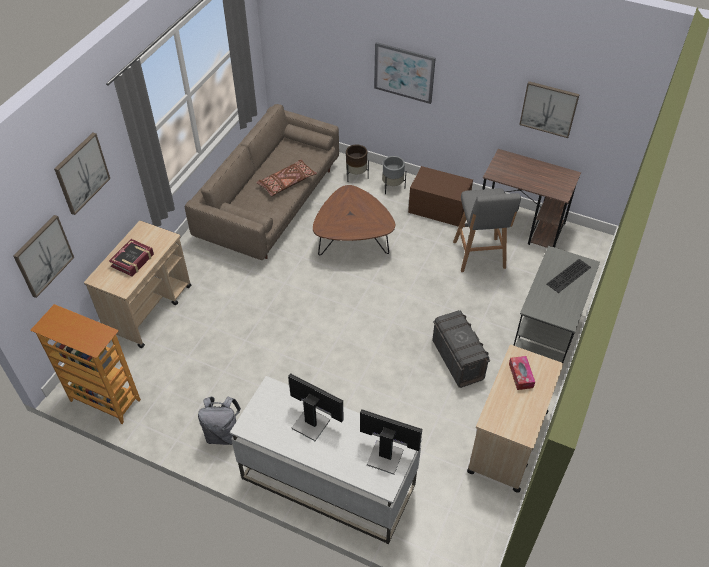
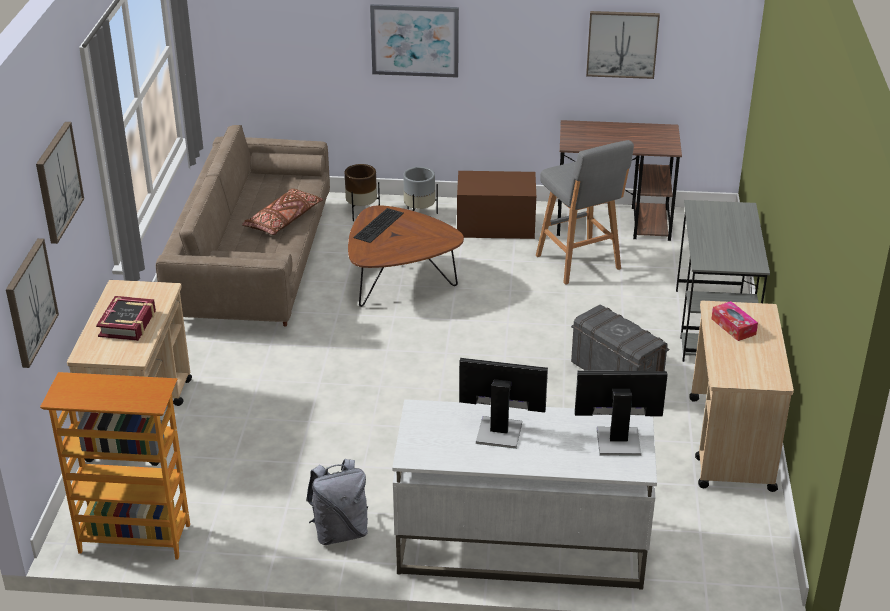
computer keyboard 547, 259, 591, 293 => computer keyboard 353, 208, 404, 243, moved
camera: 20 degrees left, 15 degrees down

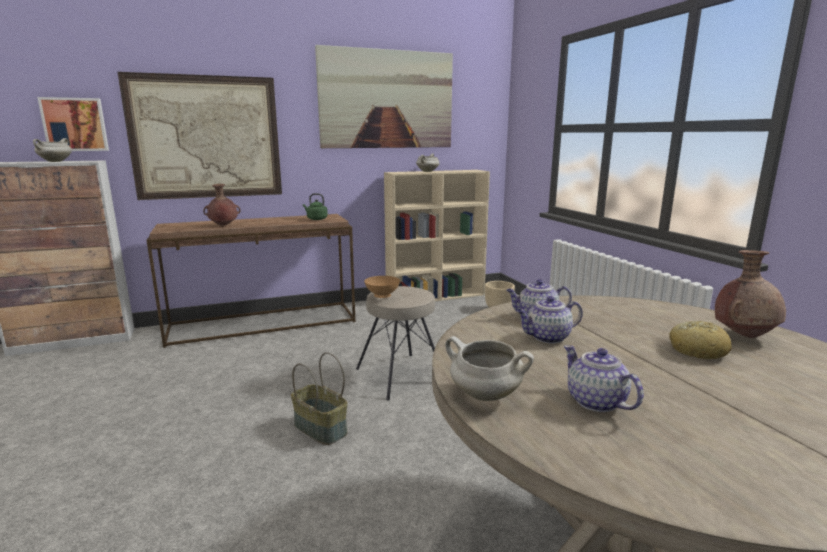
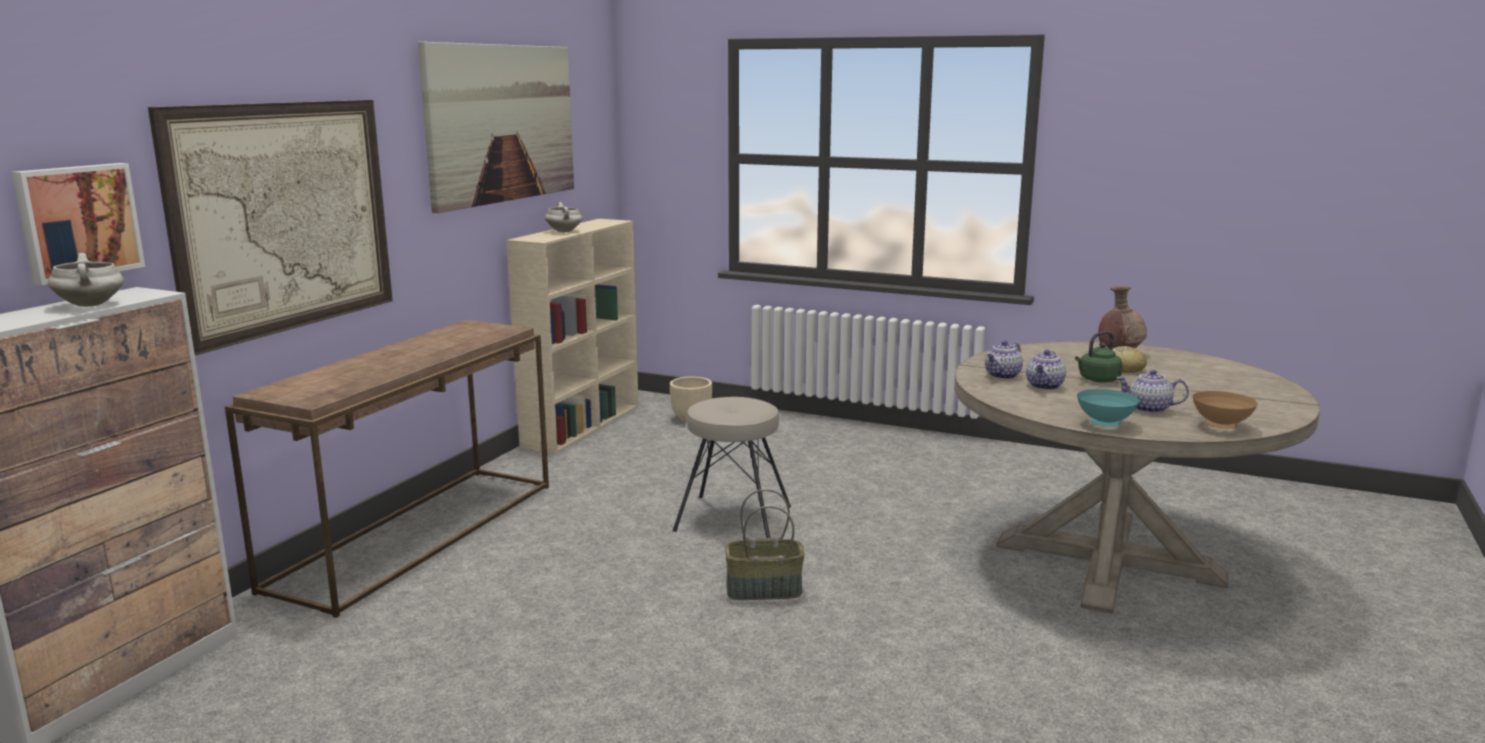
brownish vase 203, 184, 240, 226 => nothing
green-coloured tea kettle 303, 193, 328, 220 => green-coloured tea kettle 1075, 331, 1122, 383, moved
brownish serving bowl 364, 276, 400, 298 => brownish serving bowl 1193, 391, 1258, 429, moved
whitish saucepot 445, 336, 534, 401 => turquoise serving bowl 1077, 389, 1140, 427
camera: 45 degrees left, 0 degrees up

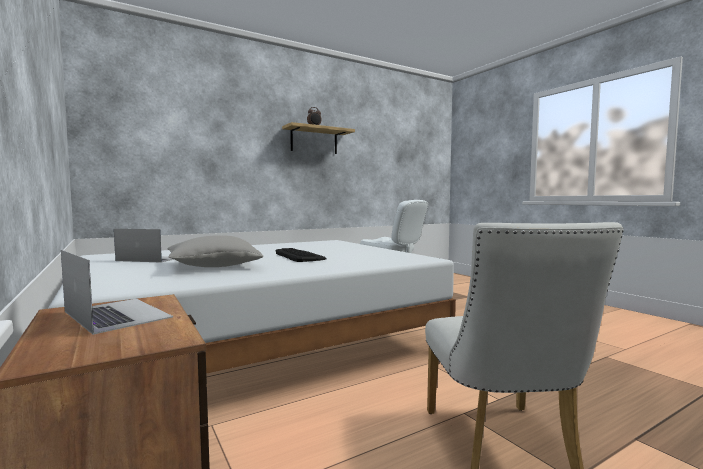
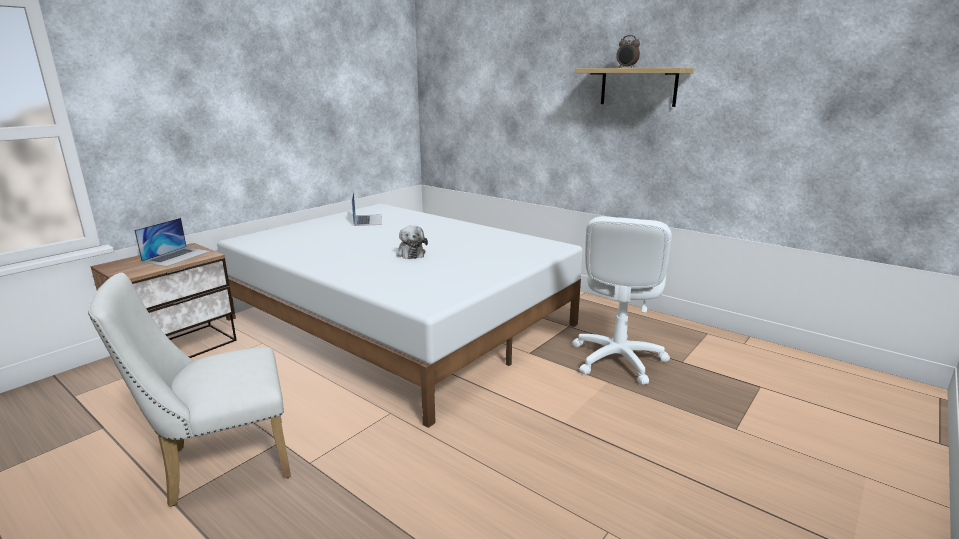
greyish throw pillow 168, 235, 263, 267 => nothing
computer keyboard 275, 248, 326, 262 => plush toy 396, 225, 428, 259
camera: 70 degrees right, 15 degrees up

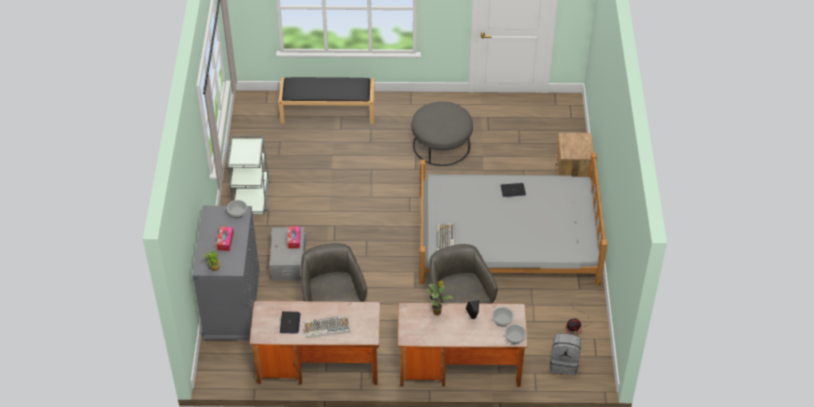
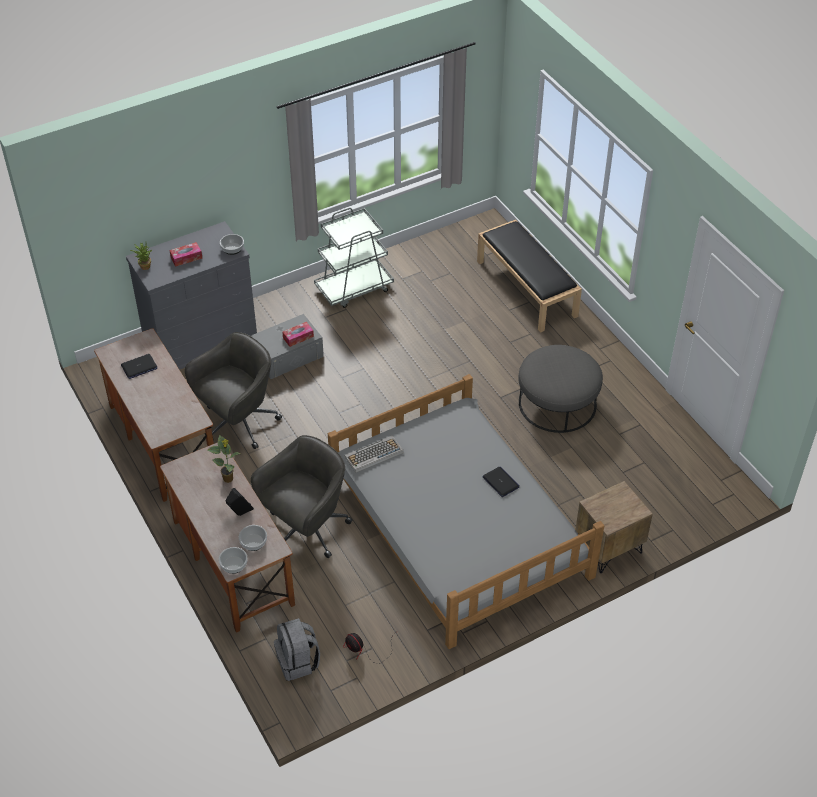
computer keyboard 304, 316, 351, 338 => nothing
camera: 60 degrees right, 0 degrees up

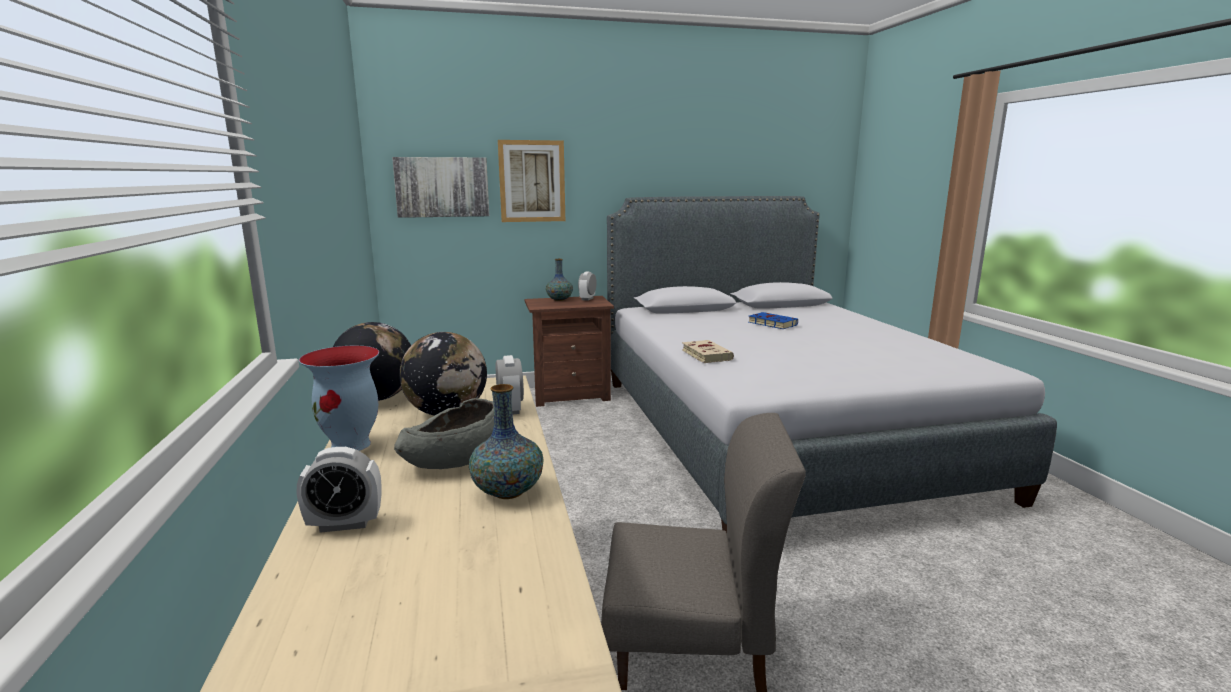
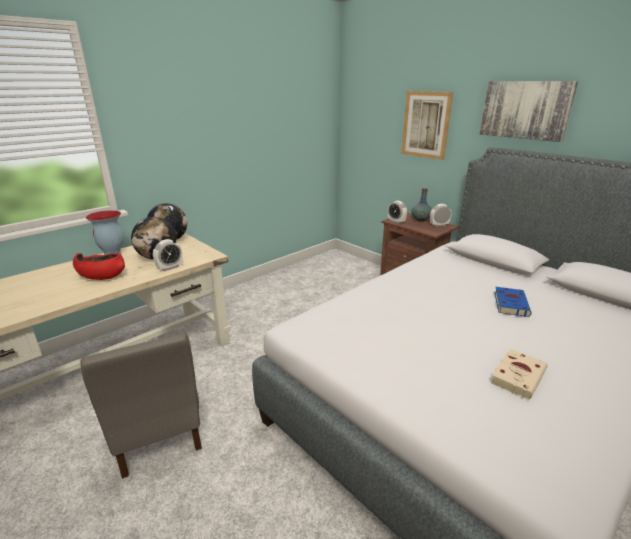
table clock 297, 447, 381, 533 => table clock 388, 201, 407, 224, moved
wall art 392, 157, 489, 218 => wall art 480, 81, 578, 142, moved
greyish serving bowl 394, 398, 494, 469 => red serving bowl 73, 253, 125, 280
vase 469, 384, 544, 499 => nothing
sand-coloured volume 682, 340, 734, 363 => sand-coloured volume 490, 349, 548, 400, moved
camera: 60 degrees right, 10 degrees up

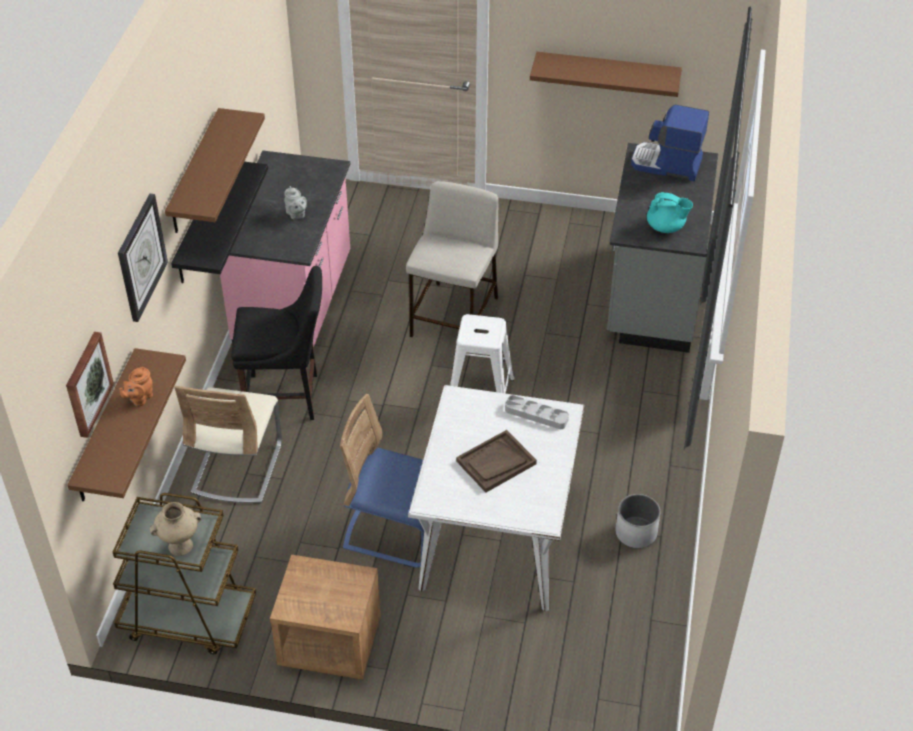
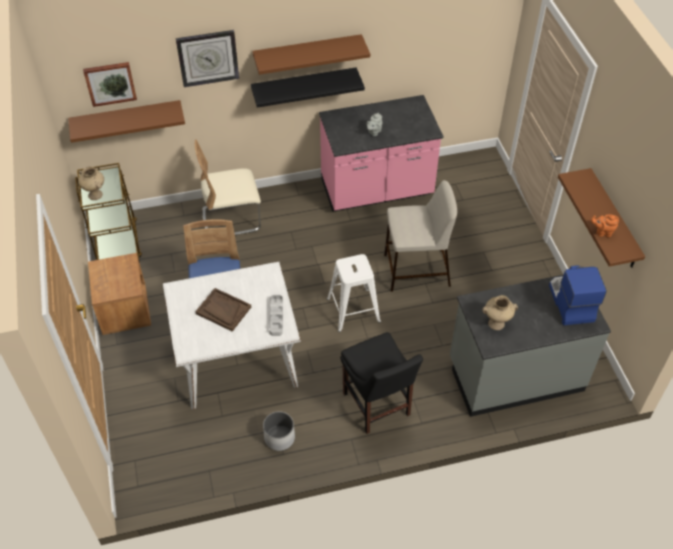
orange tea pot 119, 367, 153, 406 => orange tea pot 591, 214, 619, 237, moved
blackish plain chair 231, 266, 322, 420 => blackish plain chair 340, 332, 423, 434, moved
turquoise tea pot 647, 192, 693, 233 => sand-coloured vase 482, 295, 518, 330
camera: 65 degrees right, 5 degrees up

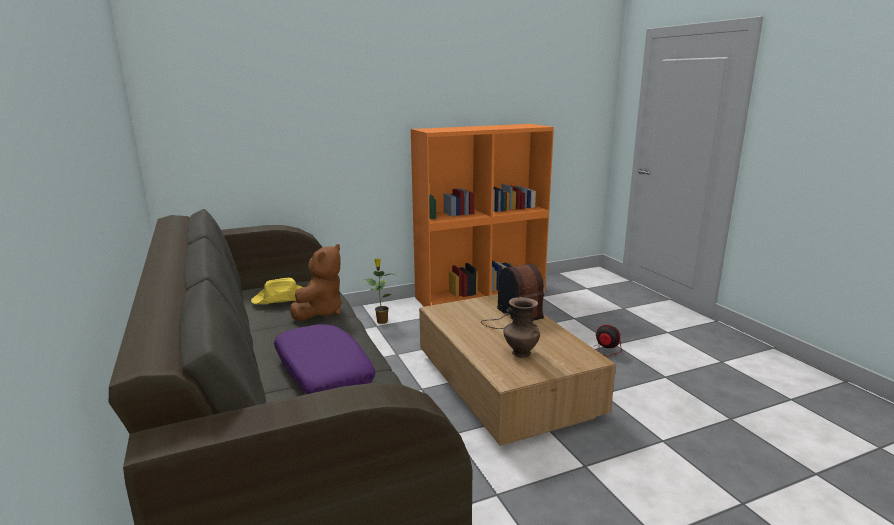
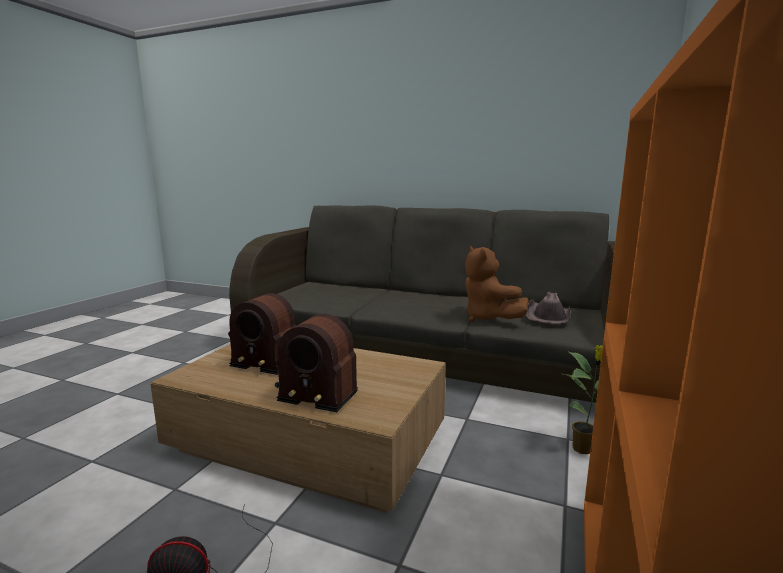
yellow-coloured clothing hat 251, 278, 303, 304 => brownish clothing hat 526, 292, 571, 324
purple throw pillow 274, 324, 375, 394 => nothing
brownish vase 503, 297, 540, 358 => radio receiver 228, 293, 296, 375
camera: 135 degrees right, 5 degrees down

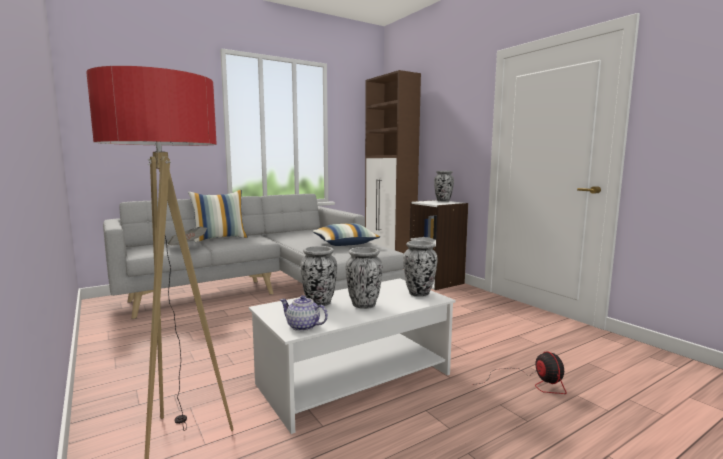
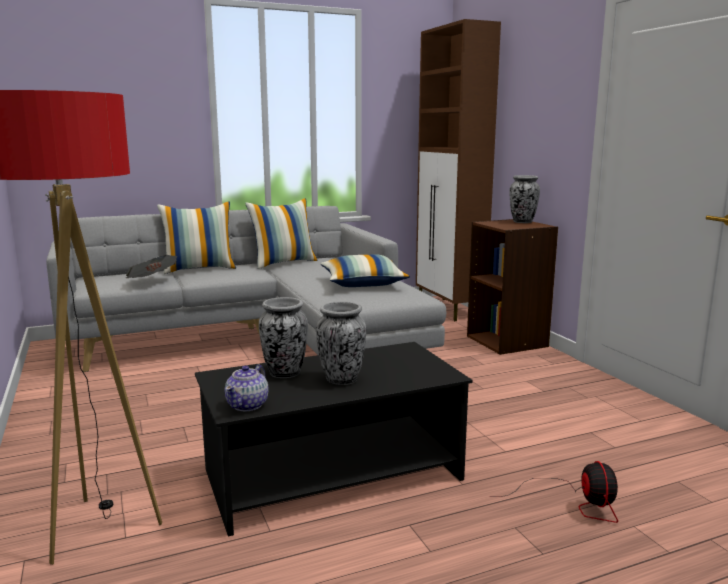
whitish lounge table 249, 278, 455, 434 => blackish lounge table 195, 342, 472, 537
tea pot 280, 295, 328, 331 => tea pot 224, 364, 269, 411, 105 degrees counterclockwise
vase 403, 240, 438, 297 => nothing
whitish bookcase 410, 200, 468, 290 => brownish bookcase 467, 219, 558, 355
nothing => throw pillow 245, 198, 318, 269
camera: 10 degrees right, 5 degrees up

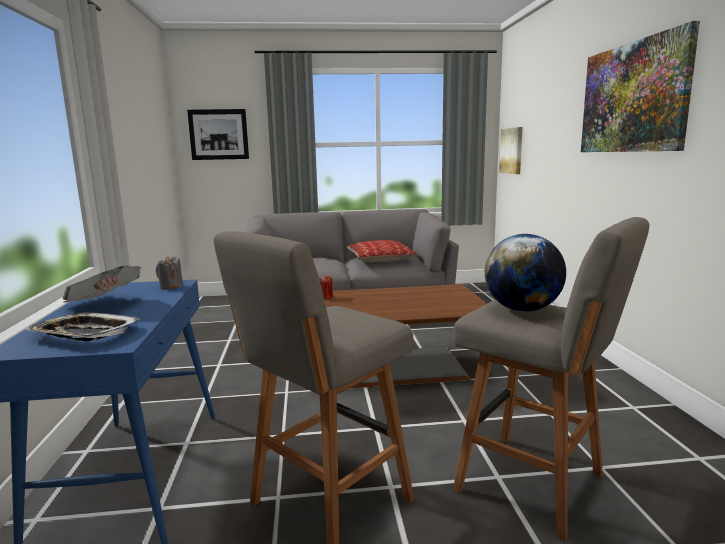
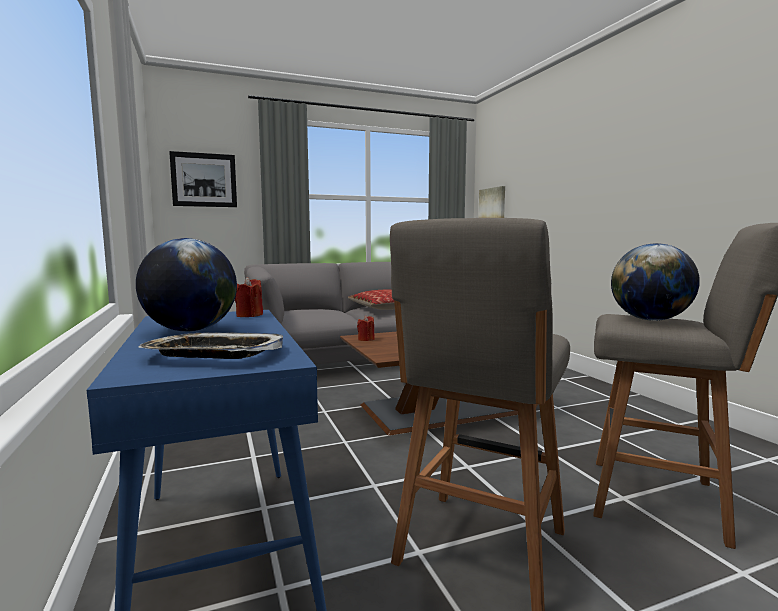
newspaper 63, 265, 141, 302 => world globe 136, 238, 237, 332
greyish wax light 156, 256, 183, 290 => red wax light 235, 277, 263, 317
wall art 581, 21, 700, 152 => nothing
camera: 15 degrees left, 5 degrees down

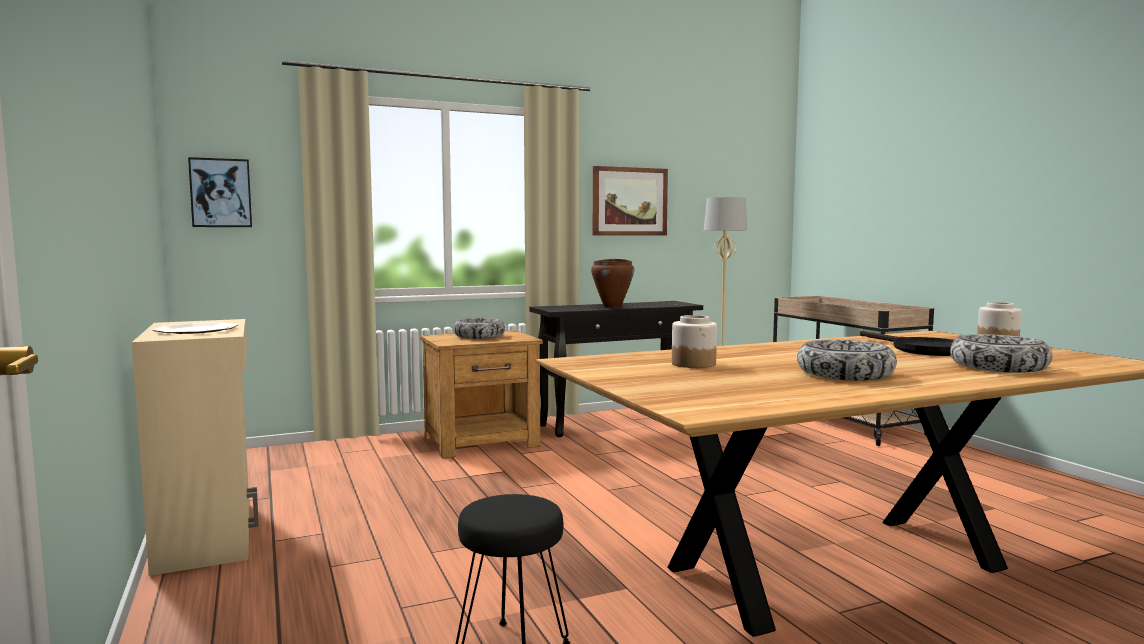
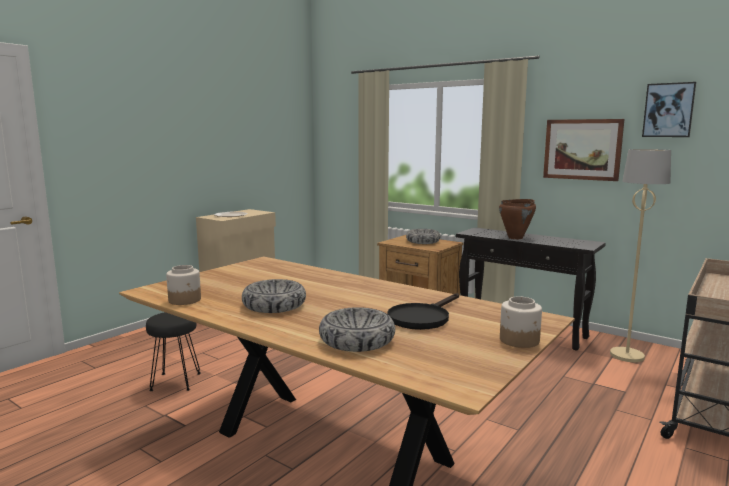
wall art 188, 157, 252, 227 => wall art 642, 82, 696, 137, moved
preserve jar 672, 315, 717, 368 => preserve jar 166, 265, 201, 305, moved
camera: 60 degrees right, 5 degrees up

